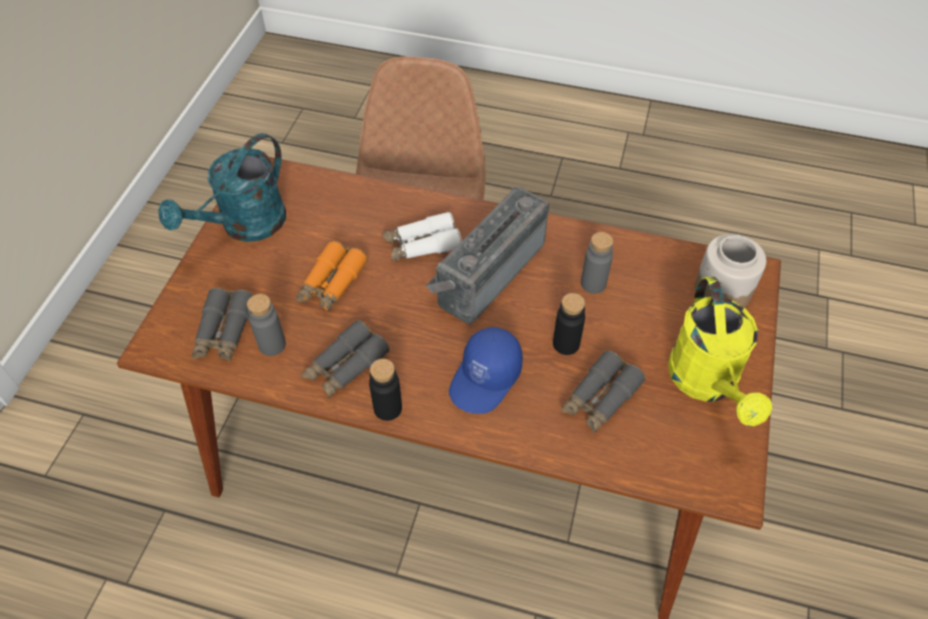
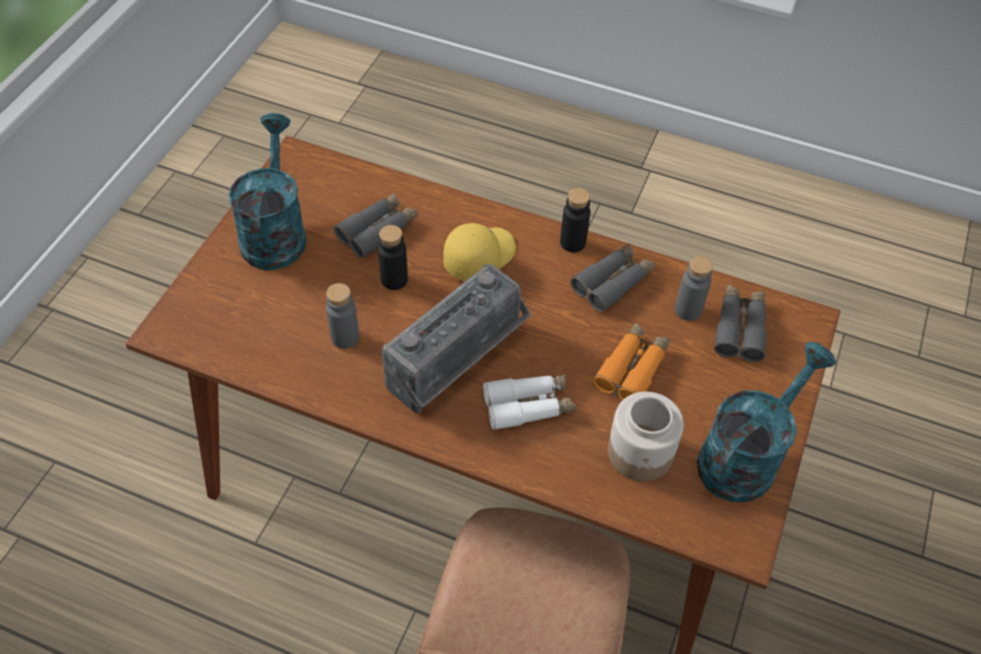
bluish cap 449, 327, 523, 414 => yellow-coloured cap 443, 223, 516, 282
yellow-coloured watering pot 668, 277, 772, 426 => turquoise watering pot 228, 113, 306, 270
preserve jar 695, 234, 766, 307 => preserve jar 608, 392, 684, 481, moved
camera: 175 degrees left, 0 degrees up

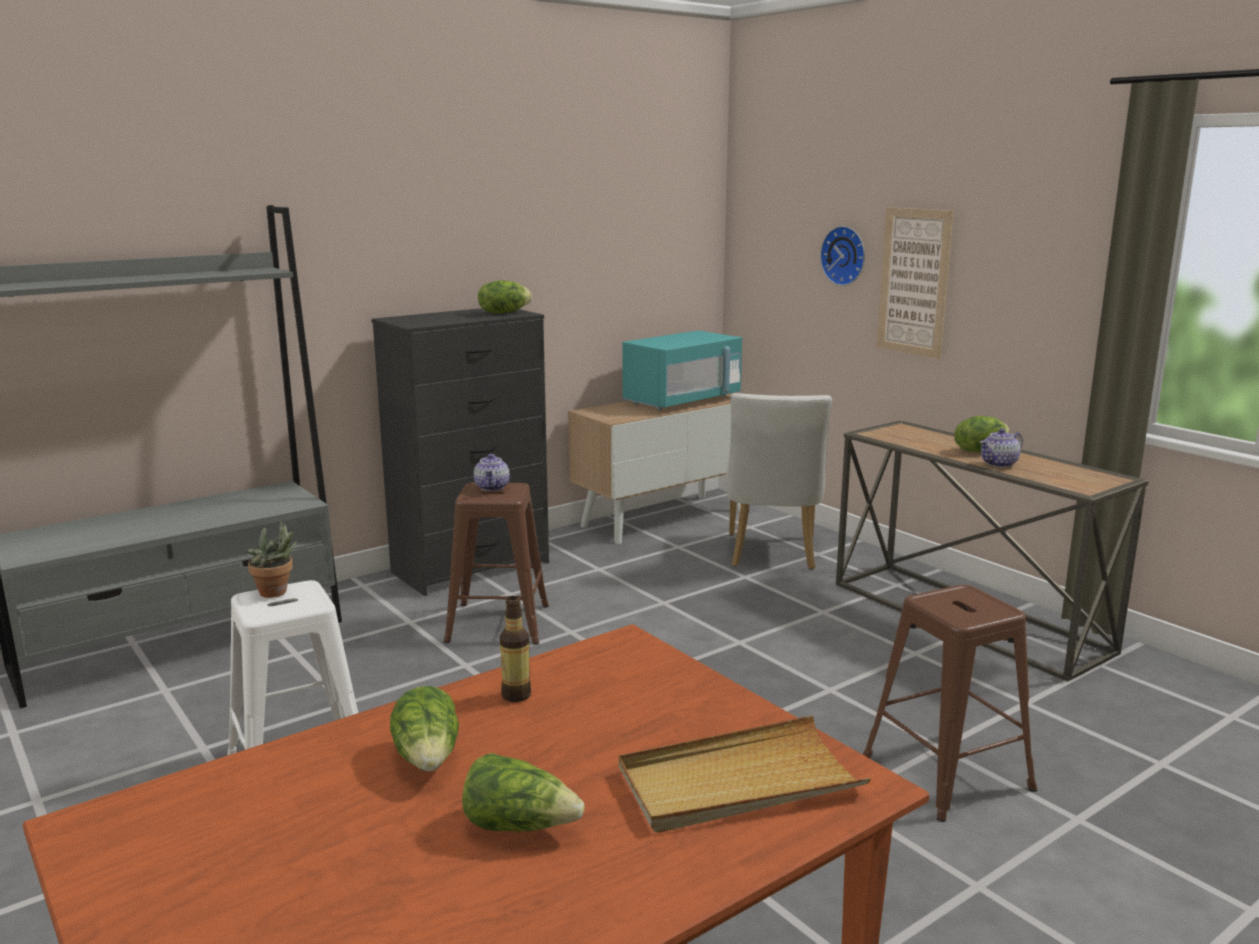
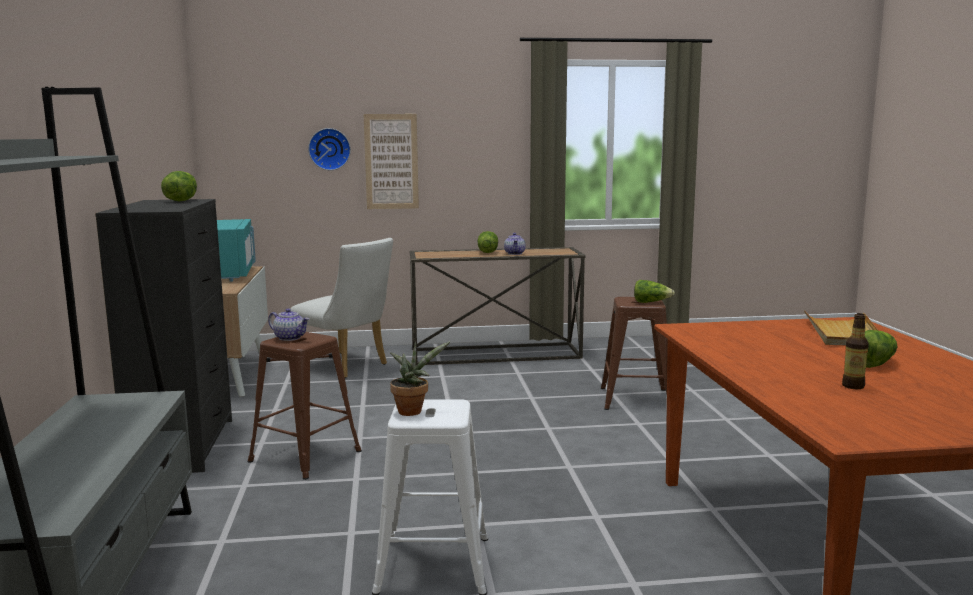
lettuce head 390, 686, 459, 771 => lettuce head 634, 280, 675, 303, moved
drink bottle 500, 596, 531, 702 => drink bottle 842, 313, 869, 389, moved
camera: 60 degrees left, 5 degrees down

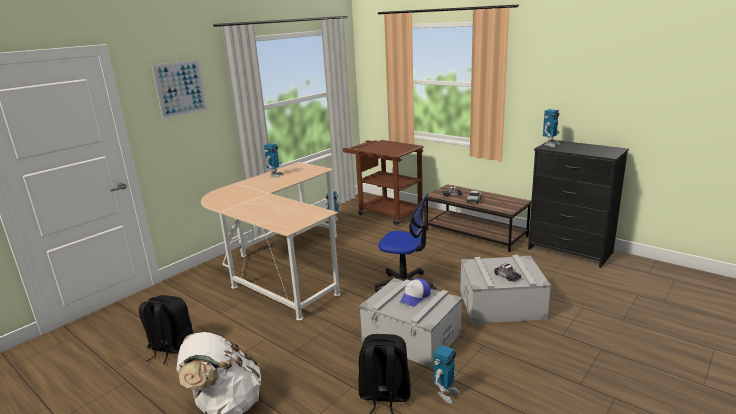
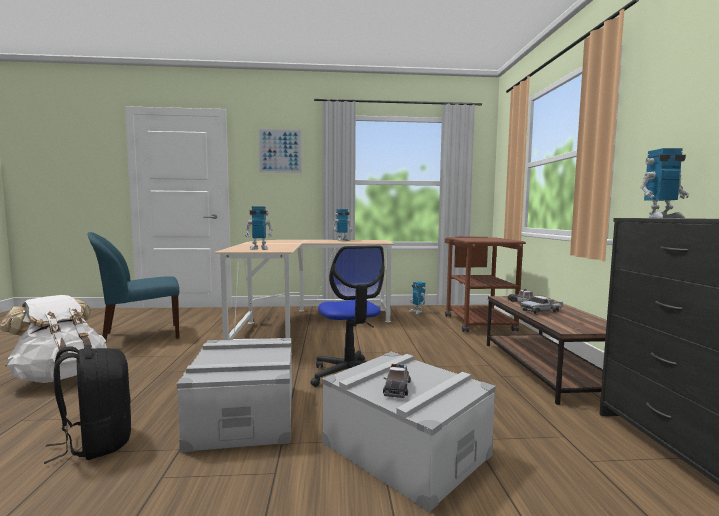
blackish backpack 139, 295, 193, 365 => bluish plain chair 87, 232, 179, 341
cap 400, 278, 431, 306 => nothing
robot figure 434, 345, 460, 404 => robot figure 245, 206, 273, 250, moved
camera: 45 degrees right, 15 degrees down

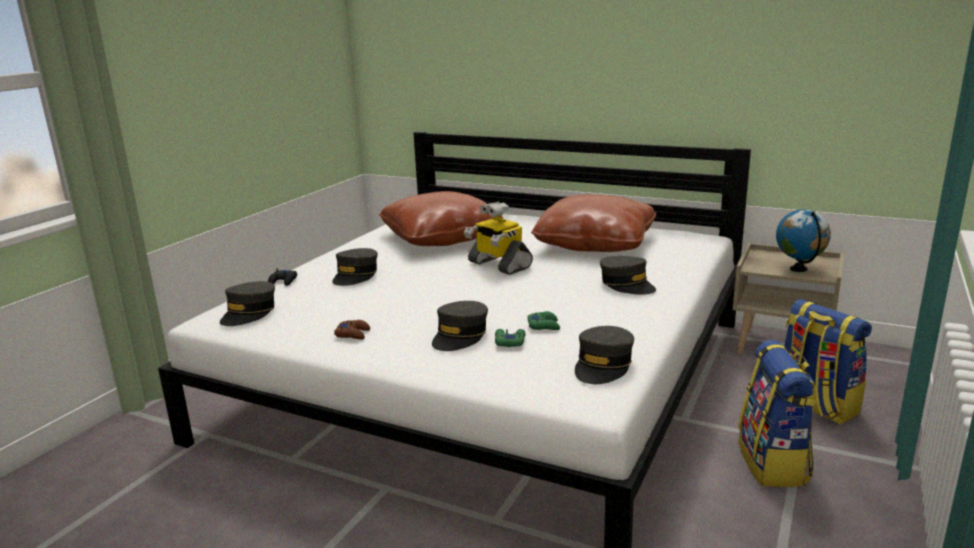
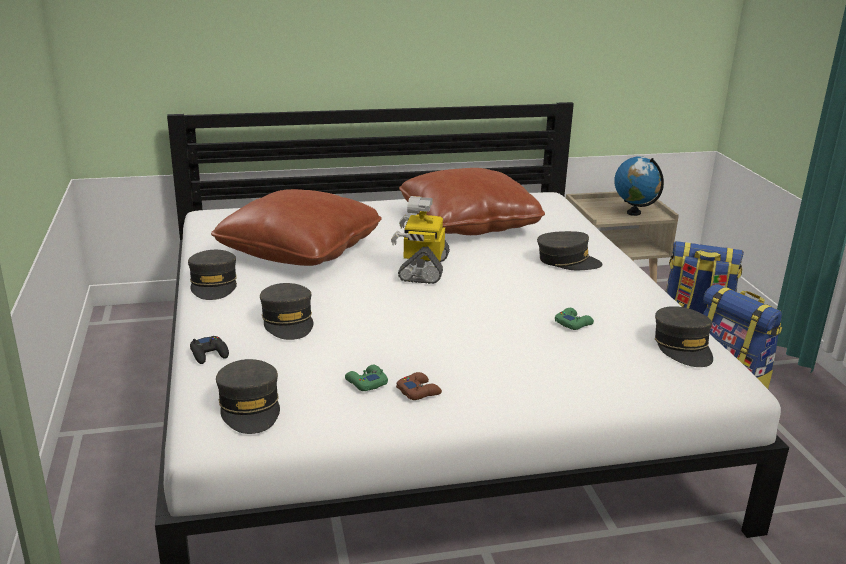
greyish cap 432, 301, 488, 351 => greyish cap 188, 250, 237, 300, moved
robot figure 464, 202, 533, 275 => robot figure 391, 196, 450, 284, 90 degrees clockwise
green-coloured game controller 495, 329, 525, 347 => green-coloured game controller 345, 365, 388, 391, moved
camera: 40 degrees left, 5 degrees up

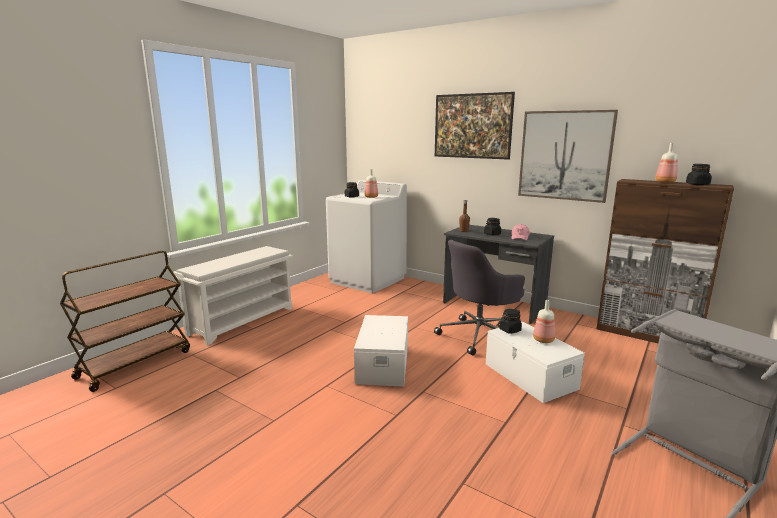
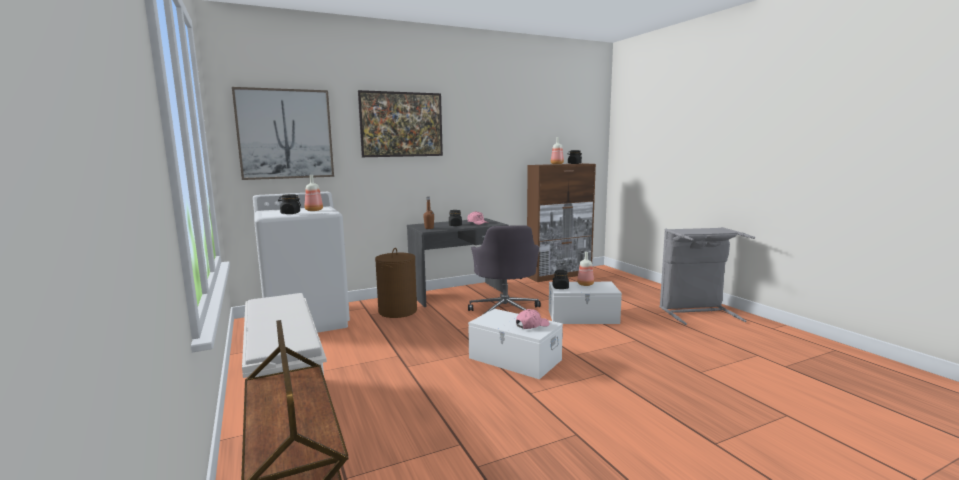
wall art 518, 110, 618, 203 => wall art 232, 87, 334, 180, moved
nothing => brownish laundry basket 375, 248, 417, 318
nothing => pinkish cap 516, 309, 549, 329
camera: 60 degrees left, 5 degrees down

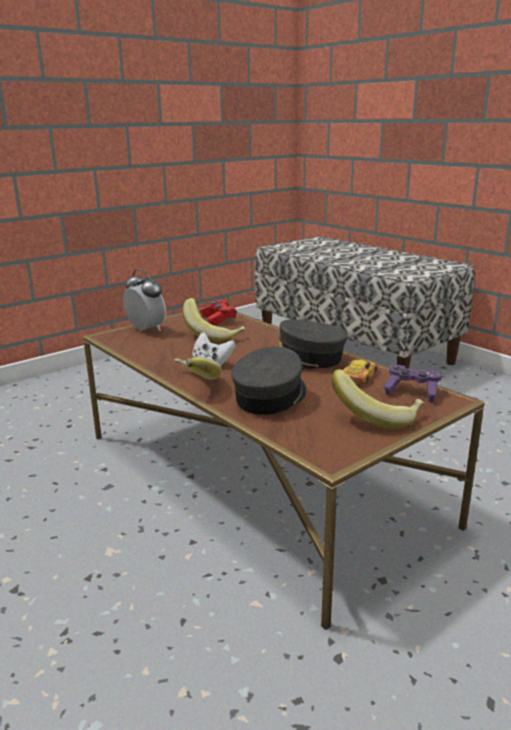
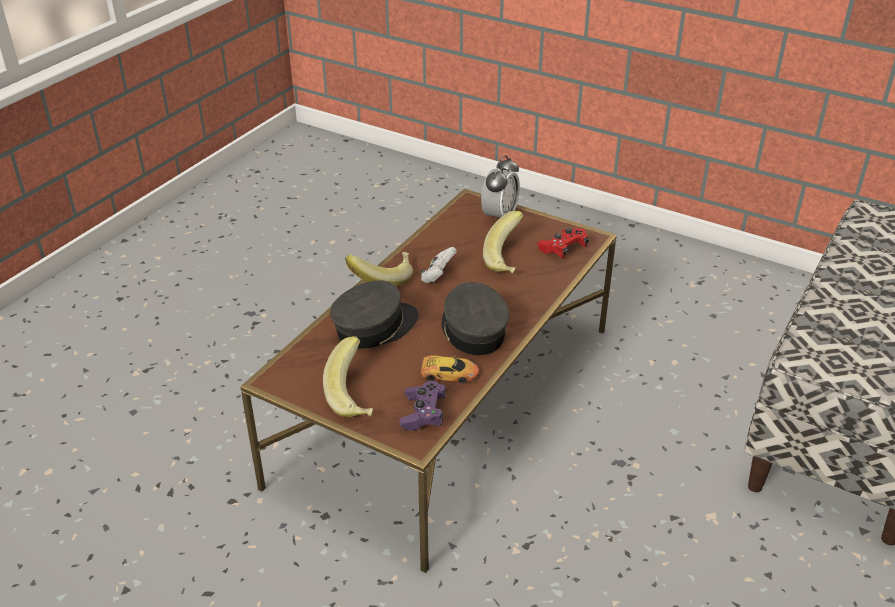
greyish cap 231, 346, 306, 415 => greyish cap 330, 281, 419, 349, 45 degrees counterclockwise
camera: 70 degrees right, 15 degrees up

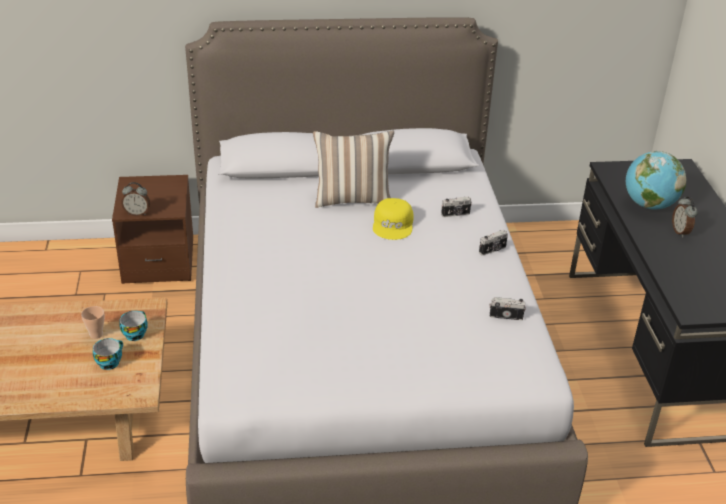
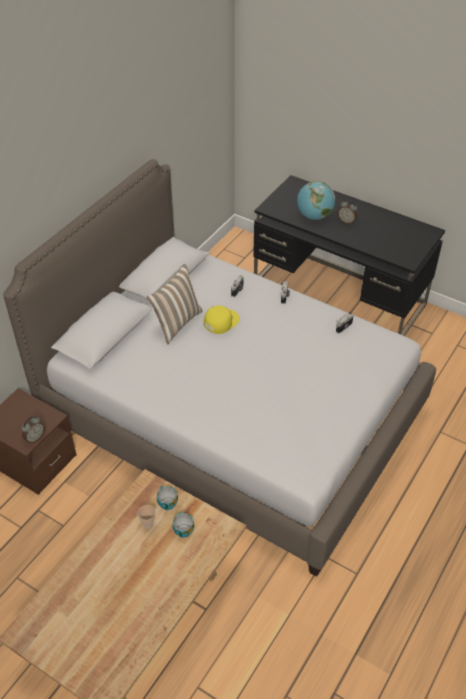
yellow-coloured cap 373, 198, 413, 240 => yellow-coloured cap 204, 305, 239, 334, 90 degrees counterclockwise
camera: 50 degrees left, 10 degrees up

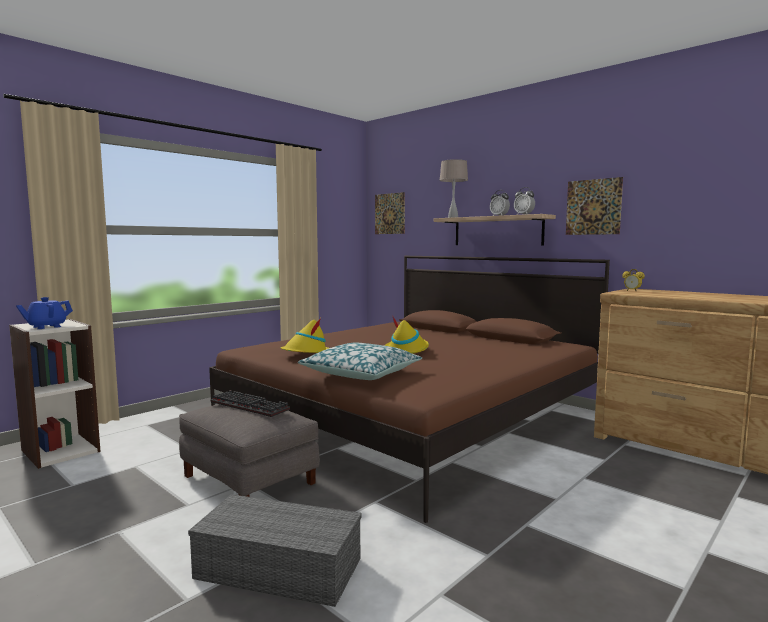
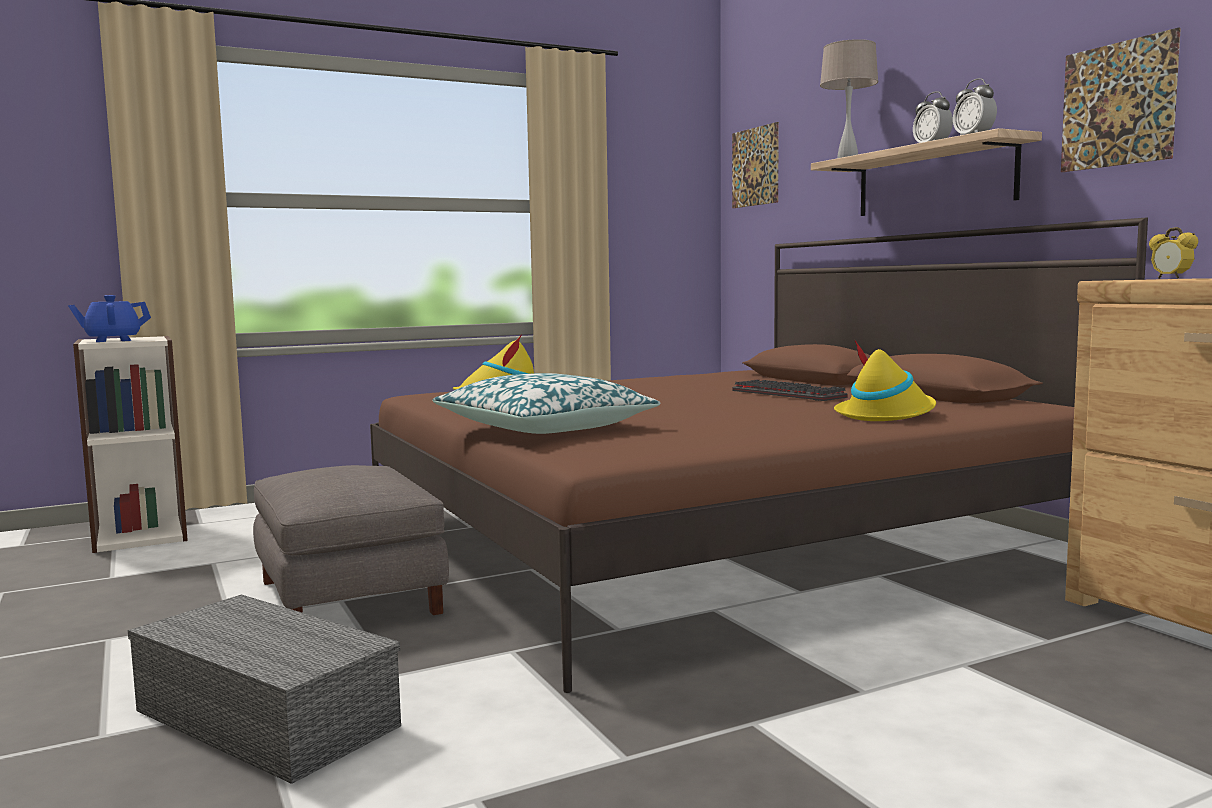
computer keyboard 211, 390, 290, 417 => computer keyboard 733, 379, 847, 401, moved
yellow-coloured clothing hat 384, 315, 429, 354 => yellow-coloured clothing hat 834, 340, 936, 421, moved
camera: 20 degrees right, 0 degrees up

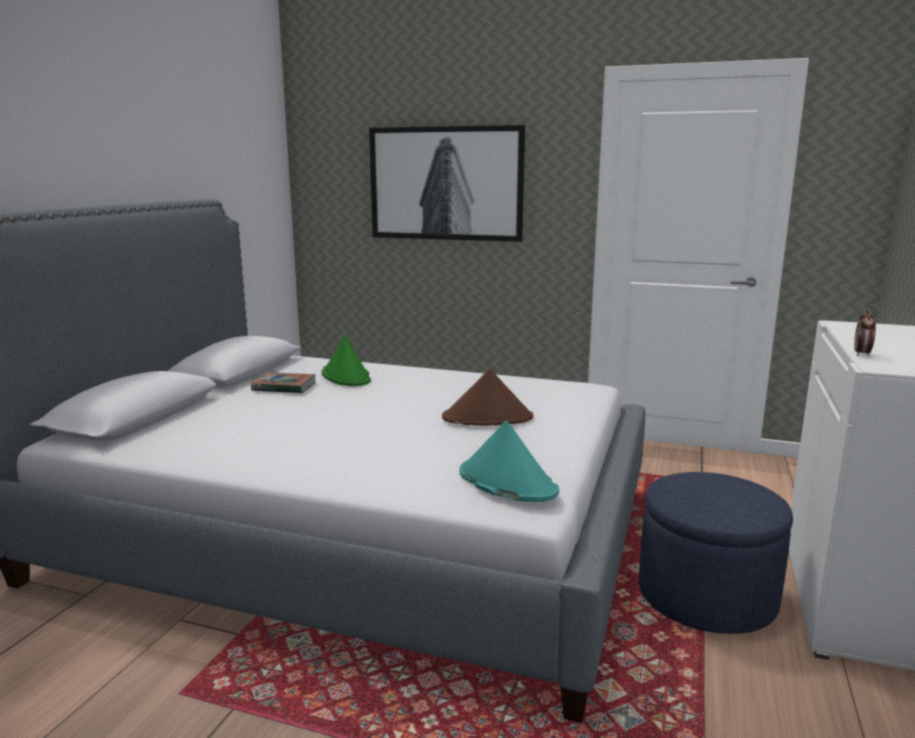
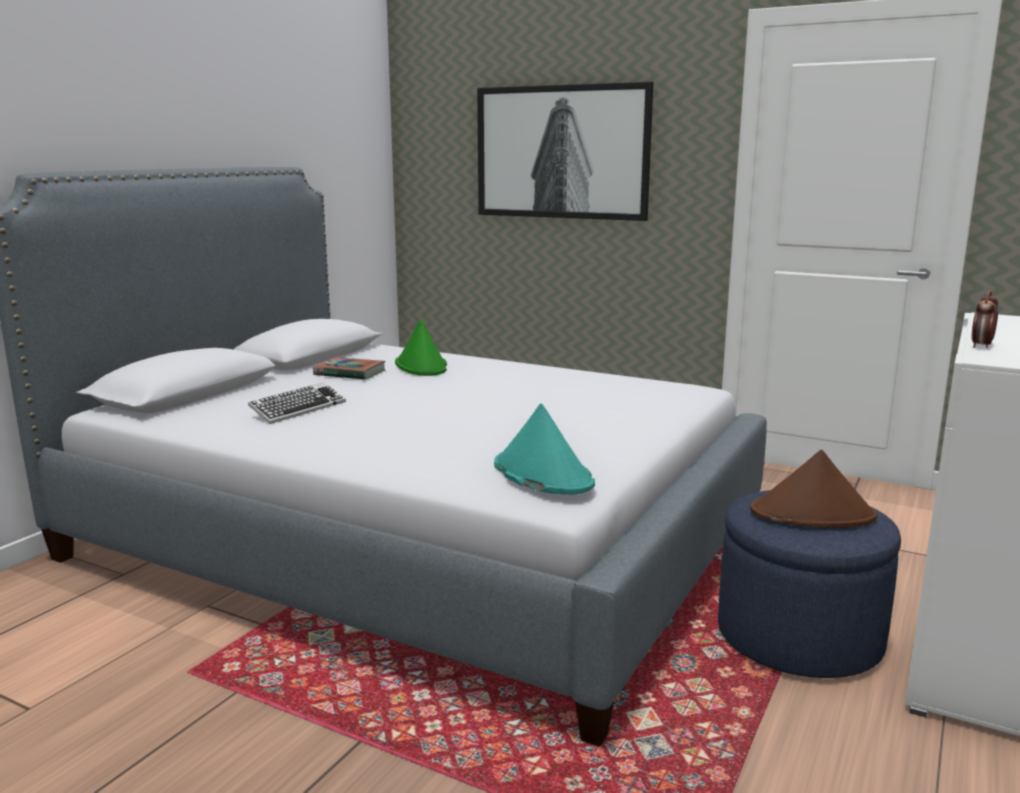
brownish clothing hat 442, 369, 533, 426 => brownish clothing hat 750, 450, 877, 528, moved
nothing => computer keyboard 248, 382, 346, 424
camera: 10 degrees right, 0 degrees up

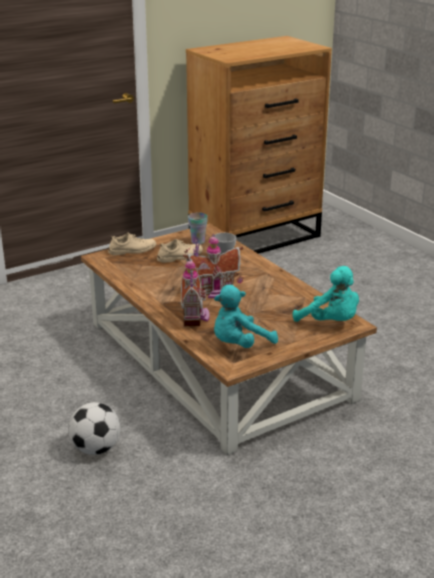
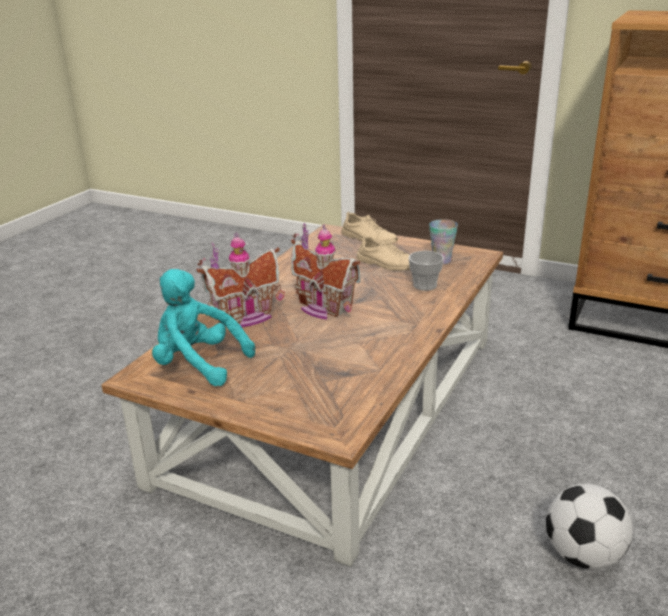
ball for football 68, 402, 121, 455 => ball for football 546, 484, 633, 569, moved
turquoise plush toy 293, 266, 359, 322 => nothing
camera: 60 degrees right, 0 degrees up

